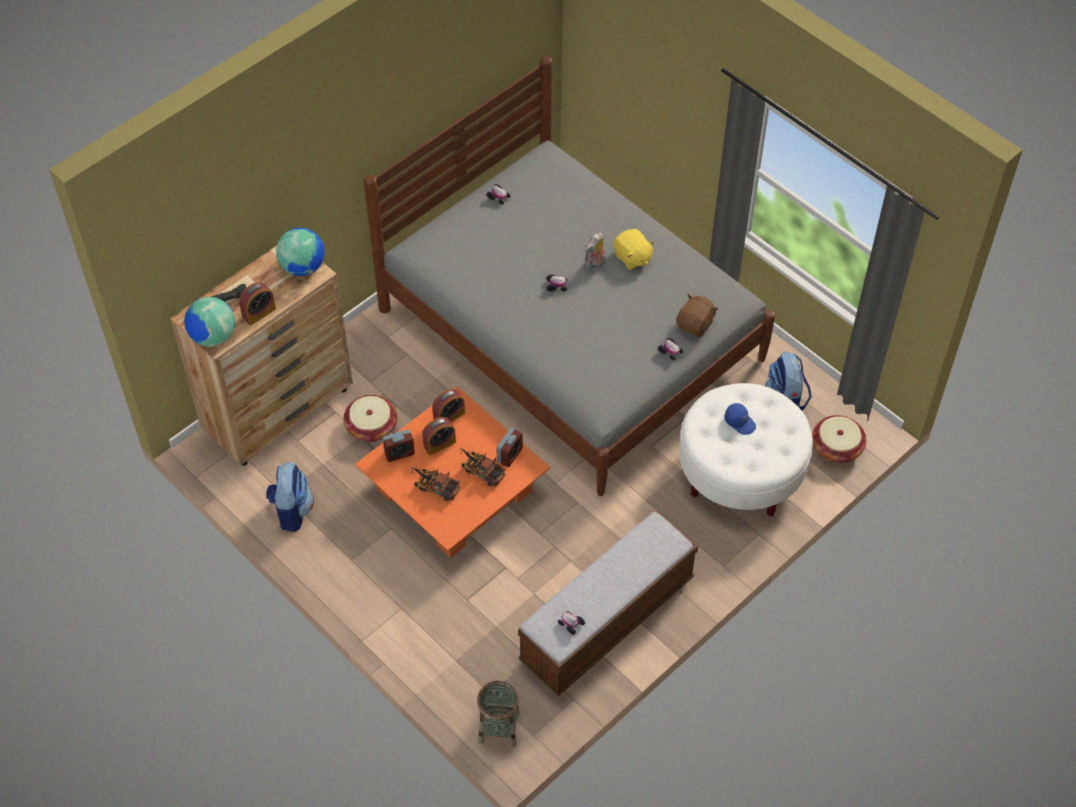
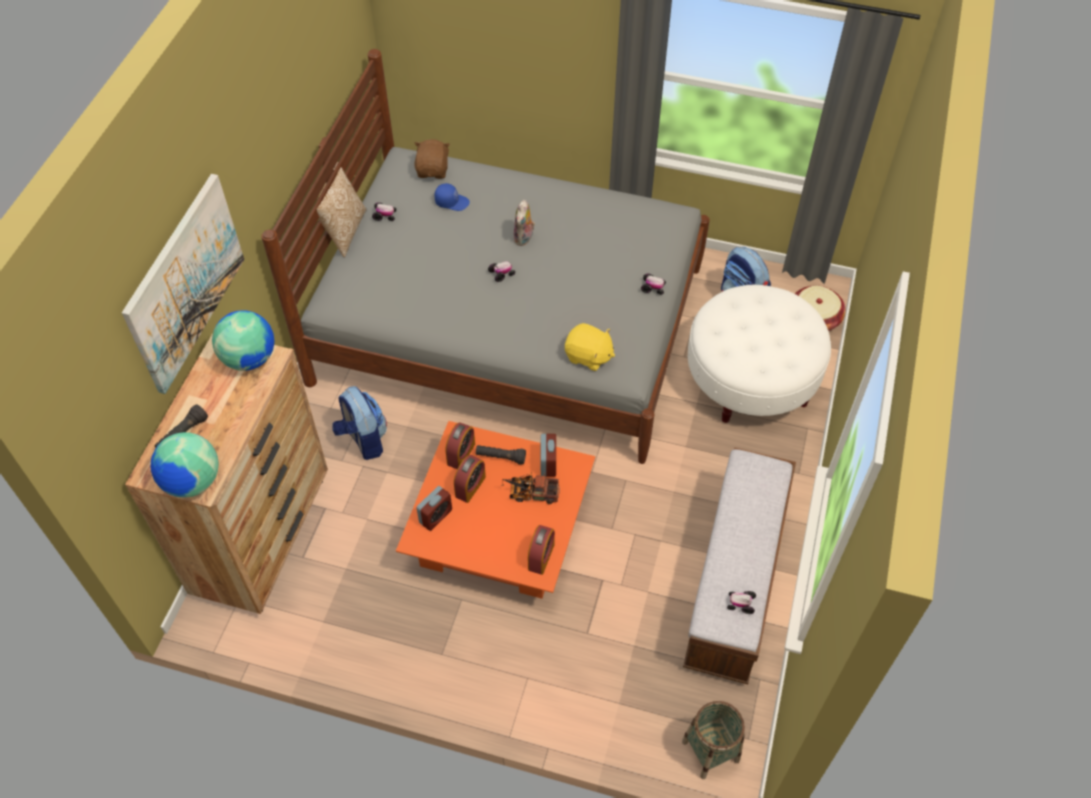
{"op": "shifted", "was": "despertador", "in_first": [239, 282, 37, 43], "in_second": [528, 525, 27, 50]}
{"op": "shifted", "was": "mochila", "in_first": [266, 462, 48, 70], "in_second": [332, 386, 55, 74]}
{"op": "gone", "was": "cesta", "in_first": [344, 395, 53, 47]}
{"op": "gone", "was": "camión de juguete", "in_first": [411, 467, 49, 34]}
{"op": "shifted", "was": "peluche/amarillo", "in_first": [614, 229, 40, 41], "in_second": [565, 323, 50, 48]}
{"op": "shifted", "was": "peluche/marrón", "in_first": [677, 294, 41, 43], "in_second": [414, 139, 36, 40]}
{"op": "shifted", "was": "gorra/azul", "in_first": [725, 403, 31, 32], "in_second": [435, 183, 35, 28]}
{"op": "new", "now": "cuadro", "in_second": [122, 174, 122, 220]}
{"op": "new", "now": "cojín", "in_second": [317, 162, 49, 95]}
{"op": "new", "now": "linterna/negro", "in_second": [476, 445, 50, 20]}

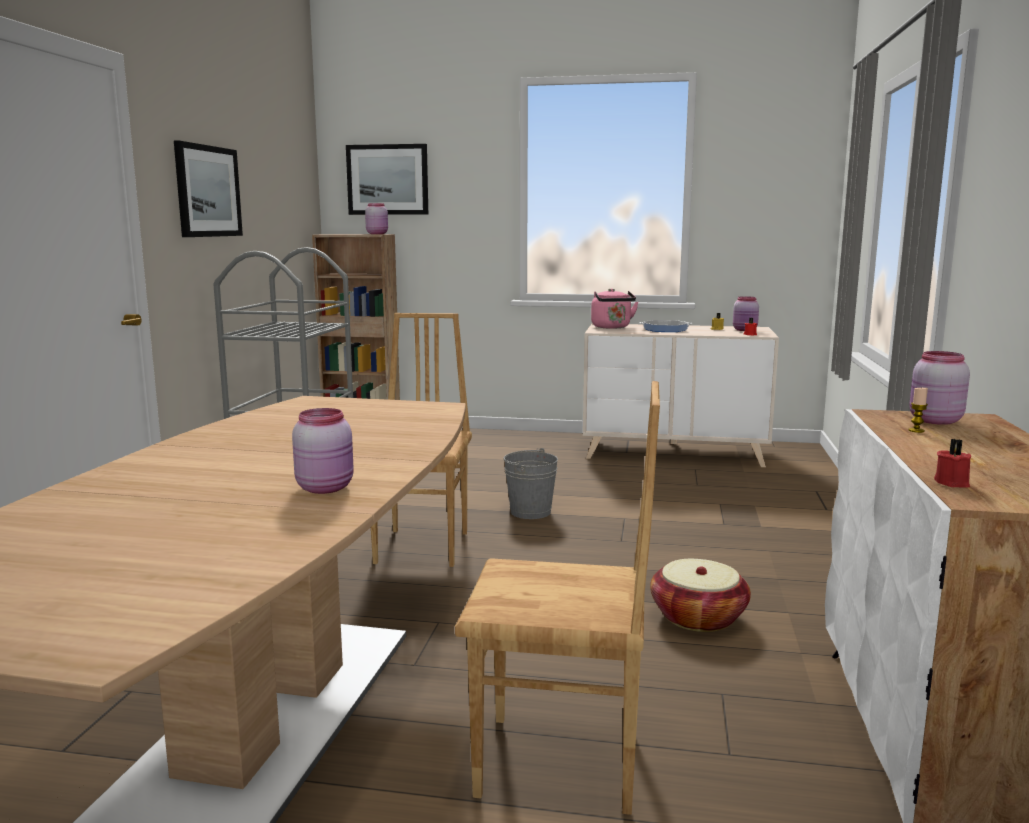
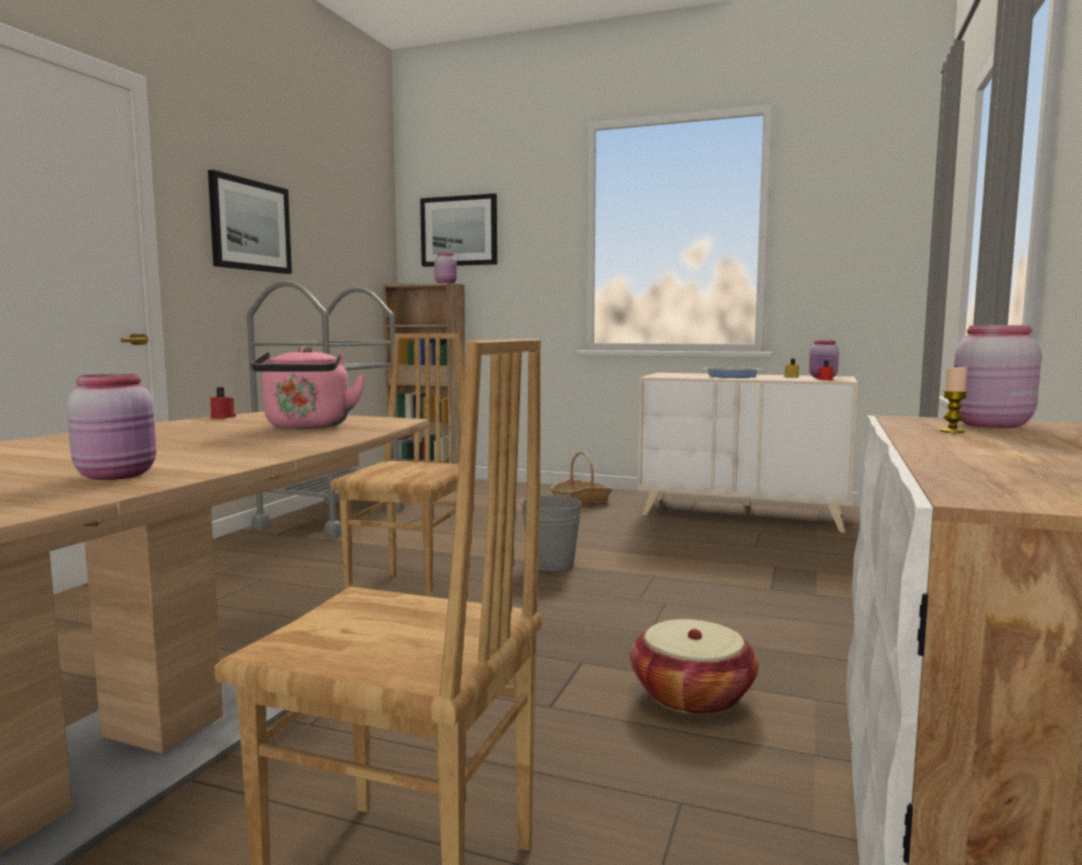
{"op": "shifted", "was": "hervidor/rosa", "in_first": [591, 288, 47, 41], "in_second": [251, 346, 115, 83]}
{"op": "shifted", "was": "vela/rojo", "in_first": [934, 439, 37, 48], "in_second": [210, 387, 26, 32]}
{"op": "new", "now": "cesta", "in_second": [550, 452, 63, 53]}

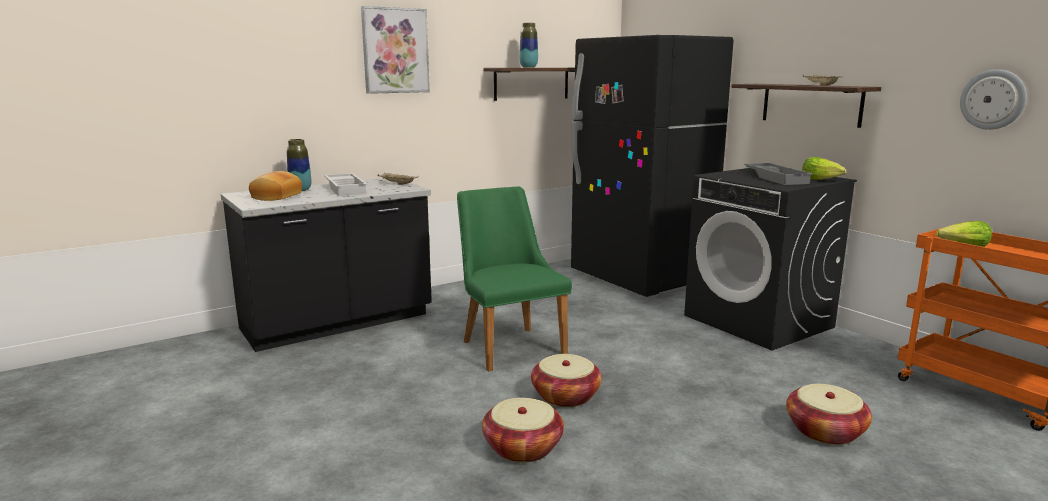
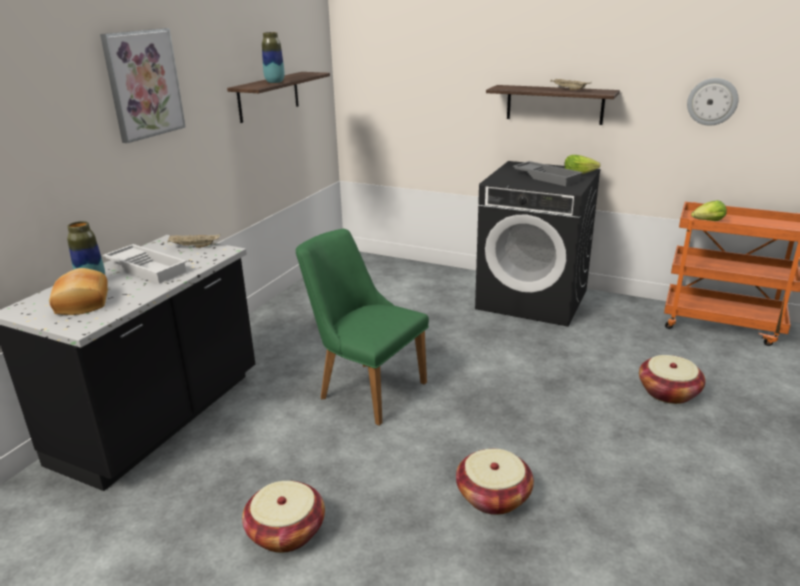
{"op": "shifted", "was": "cesta", "in_first": [531, 354, 71, 53], "in_second": [242, 481, 83, 72]}
{"op": "gone", "was": "nevera/negro", "in_first": [571, 35, 163, 262]}

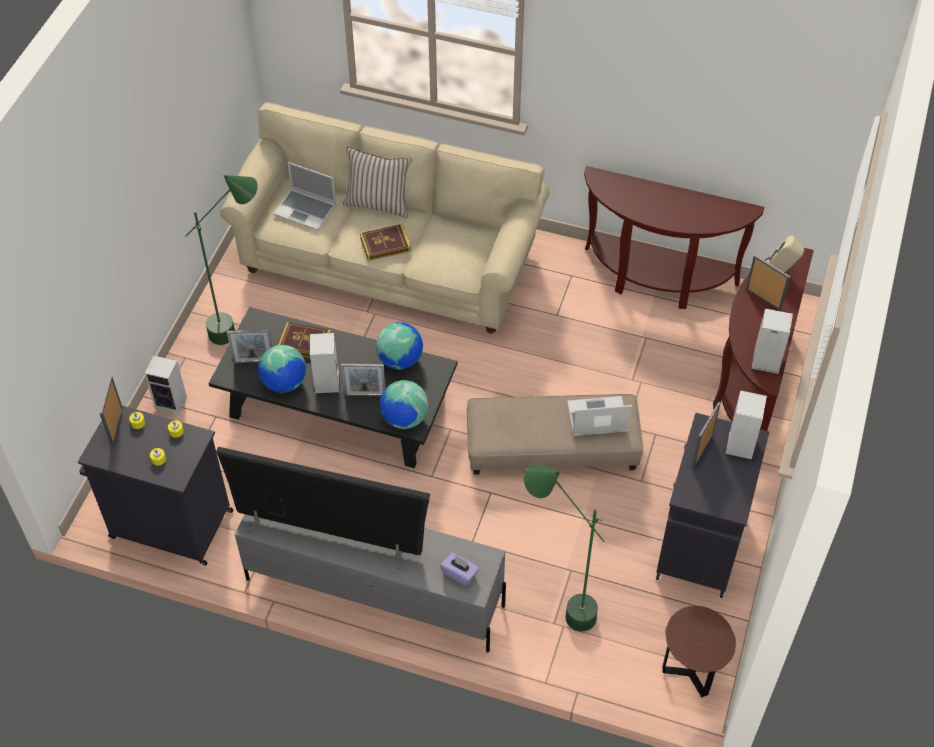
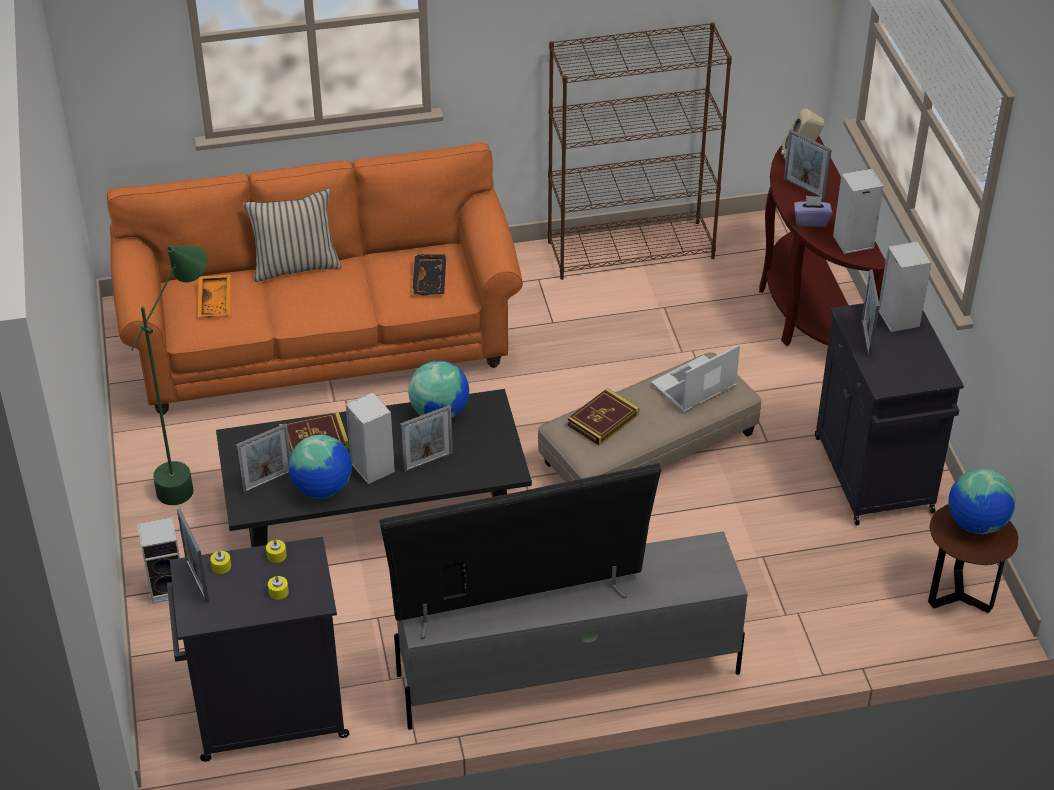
{"op": "repainted", "was": "sofá/beis", "now": "sofá/naranja", "in_first": [220, 102, 330, 232], "in_second": [107, 143, 416, 272]}
{"op": "swapped", "was": "portátil", "now": "bandeja/naranja", "in_first": [273, 162, 64, 69], "in_second": [198, 274, 33, 44]}
{"op": "shifted", "was": "libro", "in_first": [360, 224, 51, 37], "in_second": [568, 388, 71, 58]}
{"op": "shifted", "was": "globo terráqueo", "in_first": [380, 380, 48, 49], "in_second": [948, 469, 68, 65]}
{"op": "shifted", "was": "caja de pañuelos/morado", "in_first": [440, 553, 39, 33], "in_second": [794, 196, 39, 31]}
{"op": "gone", "was": "lámpara de pie/verde", "in_first": [524, 464, 81, 168]}
{"op": "swapped", "was": "mesa consola/marrón", "now": "estantería/marrón", "in_first": [584, 166, 181, 143], "in_second": [547, 22, 185, 258]}
{"op": "rotated", "was": "portarretratos", "in_first": [746, 255, 45, 56], "in_second": [784, 129, 48, 71], "clockwise": -150}
{"op": "new", "now": "bandeja/negro", "in_second": [412, 254, 35, 41]}

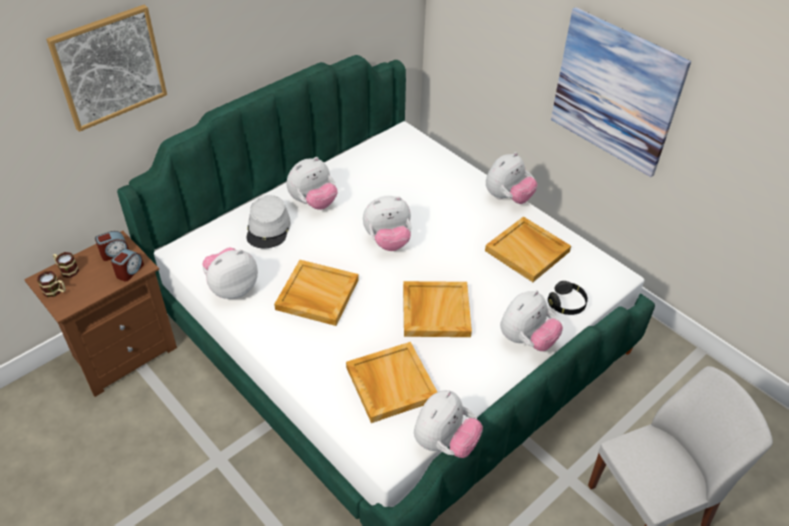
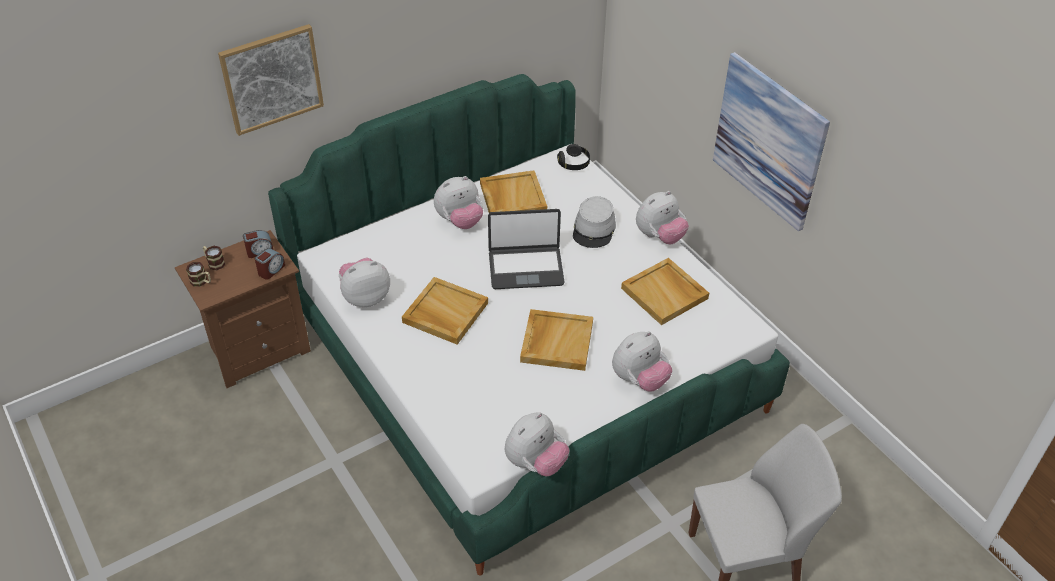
{"op": "shifted", "was": "sombrero/gris", "in_first": [247, 195, 44, 54], "in_second": [573, 196, 43, 52]}
{"op": "shifted", "was": "bandeja/beis", "in_first": [346, 342, 91, 81], "in_second": [480, 170, 67, 43]}
{"op": "swapped", "was": "peluche", "now": "portátil", "in_first": [363, 196, 48, 55], "in_second": [488, 209, 76, 80]}
{"op": "shifted", "was": "auriculares/negro", "in_first": [548, 281, 40, 34], "in_second": [557, 144, 33, 26]}

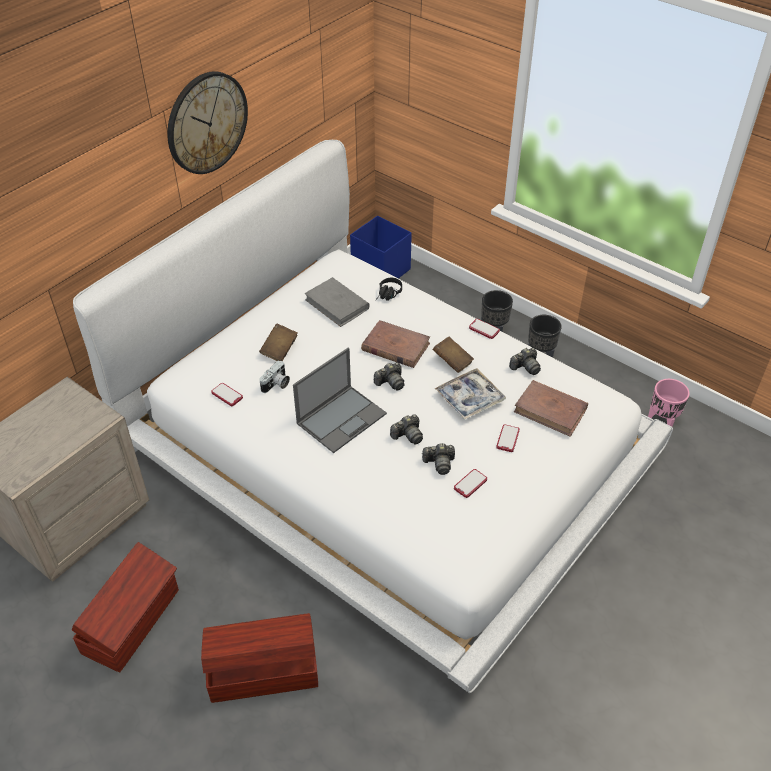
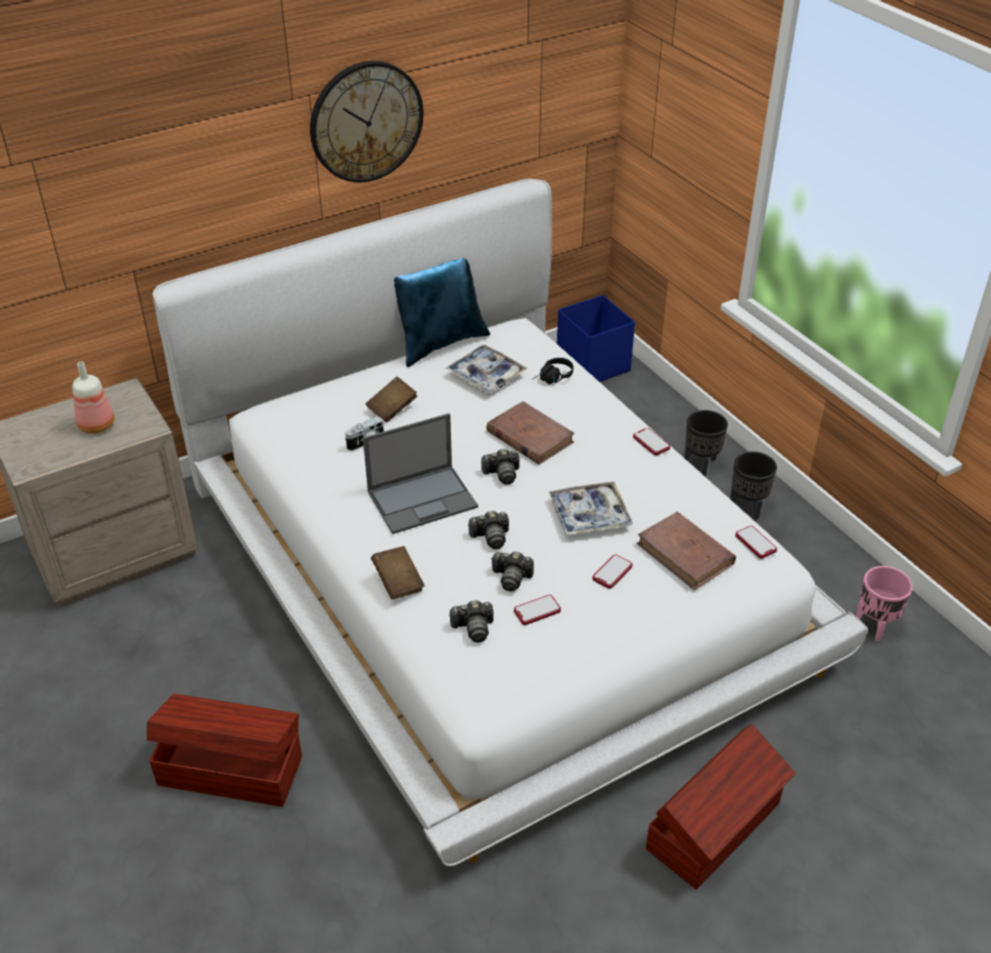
{"op": "shifted", "was": "caja de almacenaje/marrón", "in_first": [72, 542, 107, 131], "in_second": [646, 724, 150, 166]}
{"op": "shifted", "was": "móvil", "in_first": [211, 383, 32, 23], "in_second": [735, 526, 42, 33]}
{"op": "swapped", "was": "libro/gris", "now": "bandeja", "in_first": [304, 277, 66, 50], "in_second": [445, 345, 83, 48]}
{"op": "shifted", "was": "libro/marrón", "in_first": [433, 337, 41, 36], "in_second": [371, 546, 54, 53]}
{"op": "shifted", "was": "cámara", "in_first": [509, 348, 32, 27], "in_second": [449, 600, 45, 43]}
{"op": "new", "now": "botella", "in_second": [72, 362, 43, 72]}
{"op": "new", "now": "cojín/azul", "in_second": [394, 258, 96, 109]}

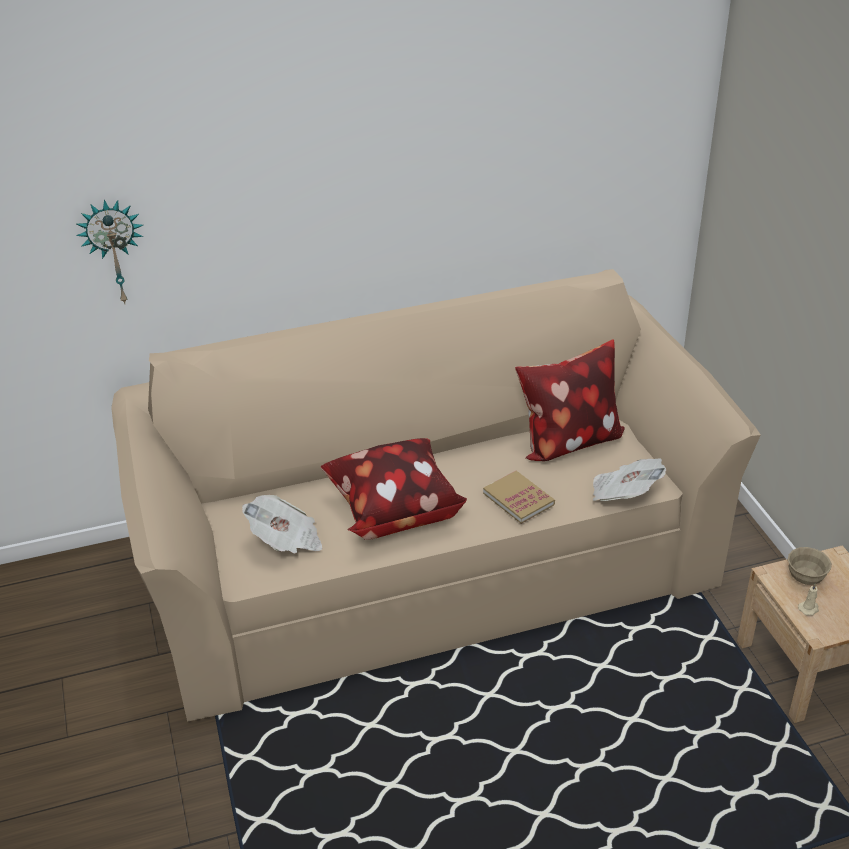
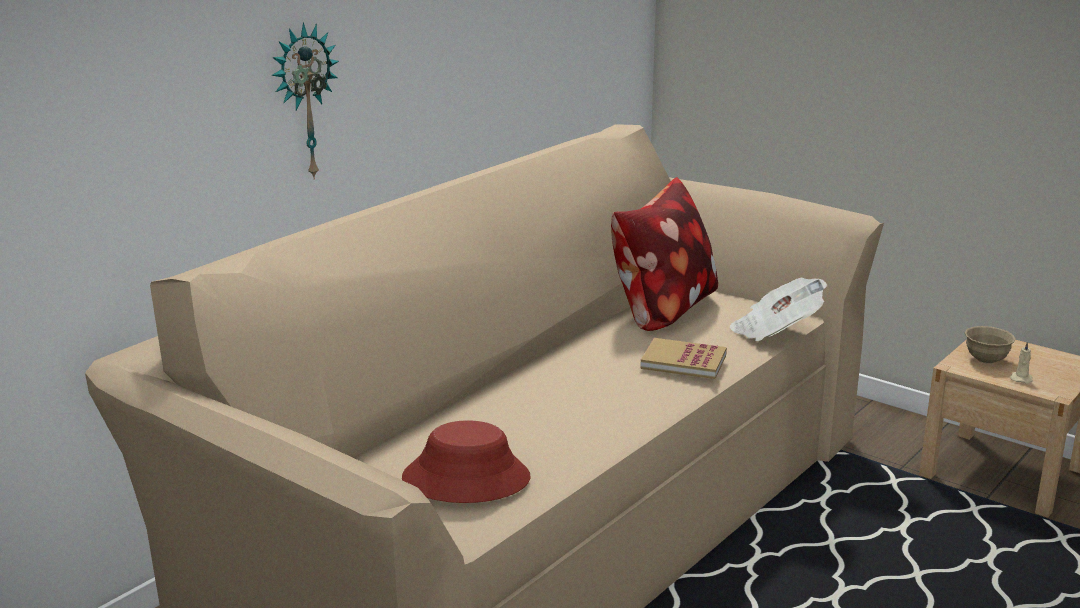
{"op": "shifted", "was": "reloj de pared", "in_first": [76, 200, 67, 104], "in_second": [272, 23, 67, 157]}
{"op": "swapped", "was": "periódico", "now": "sombrero/rojo", "in_first": [242, 495, 81, 58], "in_second": [402, 420, 129, 83]}
{"op": "gone", "was": "cojín", "in_first": [321, 438, 146, 102]}

